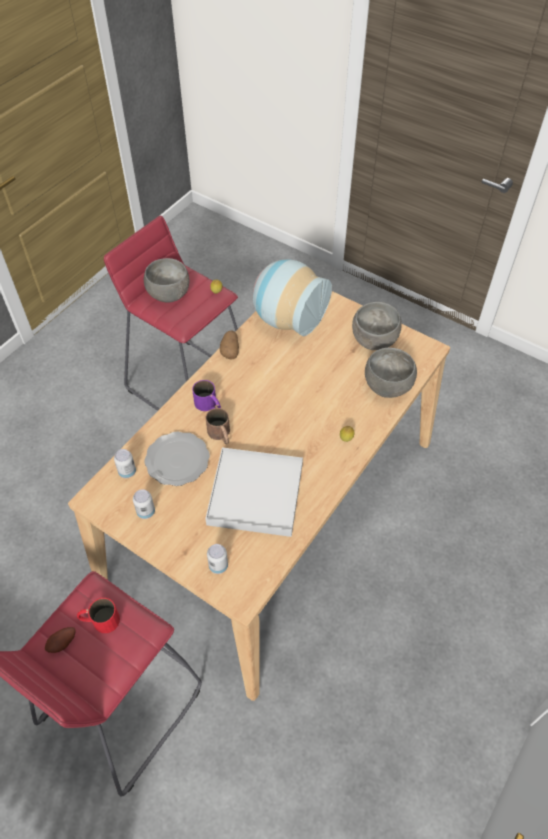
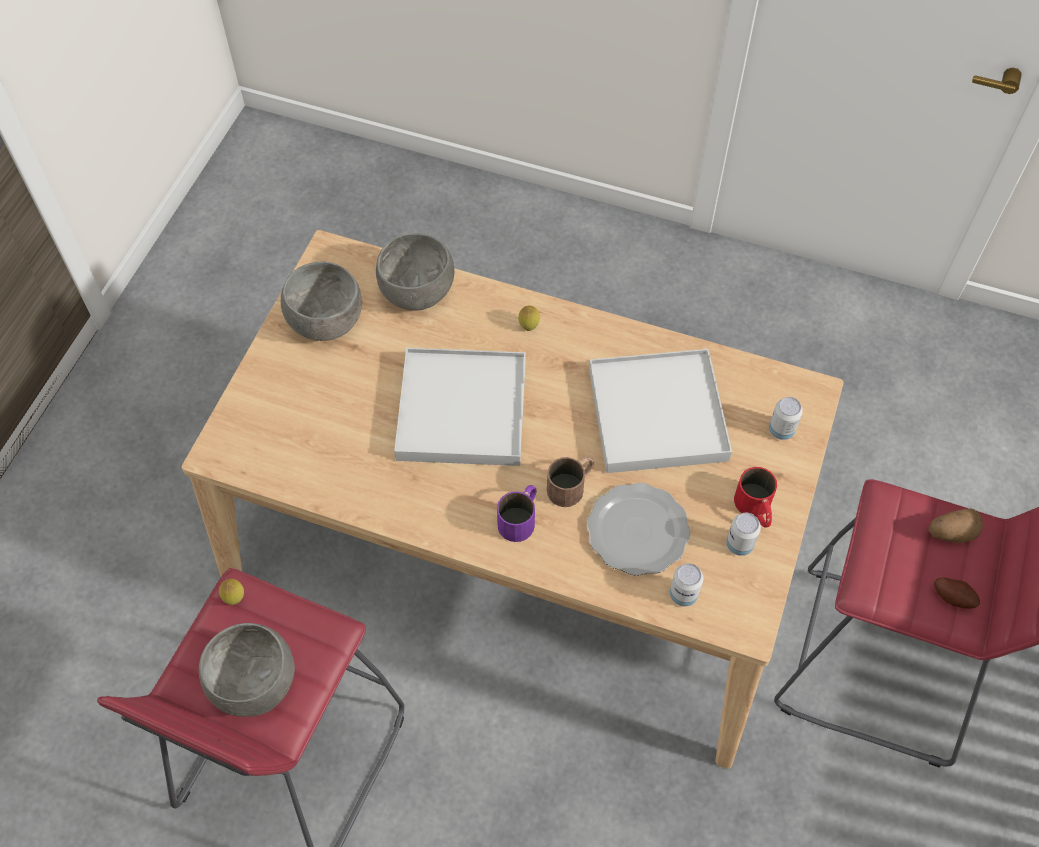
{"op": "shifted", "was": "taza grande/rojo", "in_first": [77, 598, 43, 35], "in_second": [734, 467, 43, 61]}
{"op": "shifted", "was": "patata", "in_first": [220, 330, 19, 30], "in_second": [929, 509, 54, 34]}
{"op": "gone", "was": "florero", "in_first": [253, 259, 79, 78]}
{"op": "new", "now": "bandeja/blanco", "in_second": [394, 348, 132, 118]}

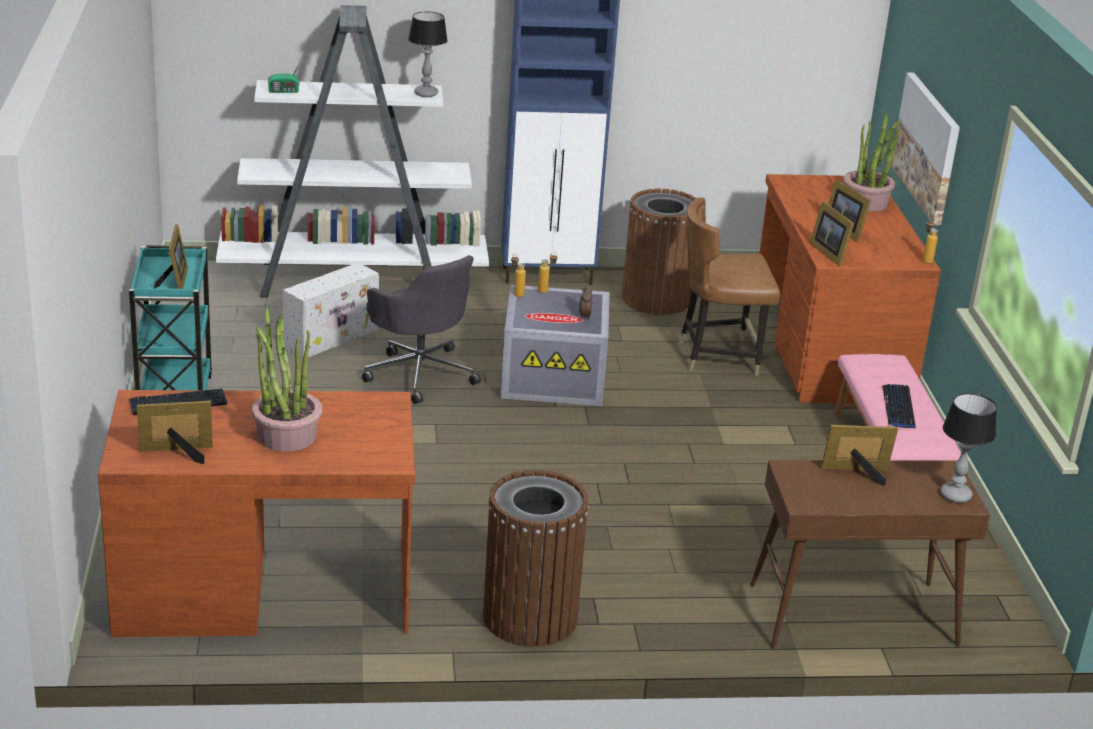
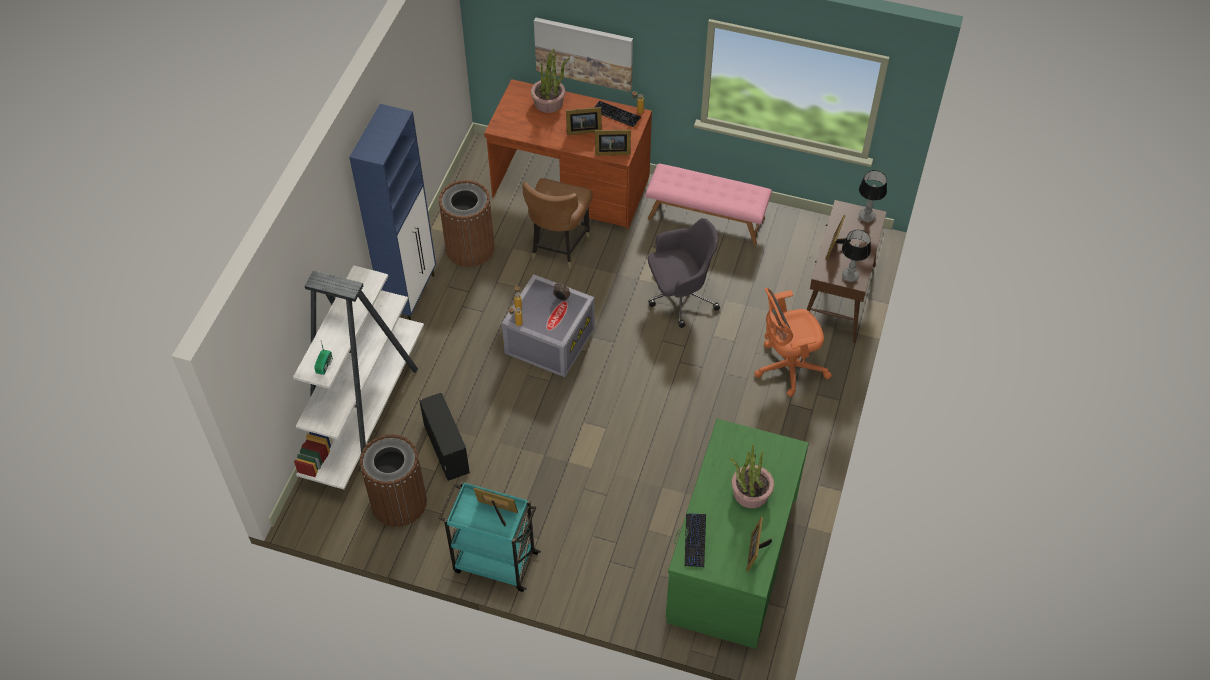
{"op": "repainted", "was": "escritorio/marrón", "now": "escritorio/verde", "in_first": [98, 390, 317, 247], "in_second": [666, 419, 143, 230]}
{"op": "repainted", "was": "caja de almacenaje/blanco", "now": "caja de almacenaje/negro", "in_first": [282, 263, 97, 96], "in_second": [419, 393, 51, 88]}
{"op": "shifted", "was": "silla de oficina/gris", "in_first": [362, 255, 119, 149], "in_second": [648, 218, 72, 110]}
{"op": "shifted", "was": "lámpara de mesa", "in_first": [408, 12, 40, 85], "in_second": [842, 230, 29, 52]}
{"op": "shifted", "was": "papelera/marrón", "in_first": [483, 470, 106, 177], "in_second": [360, 434, 67, 93]}
{"op": "shifted", "was": "teclado", "in_first": [882, 384, 34, 45], "in_second": [594, 101, 47, 26]}
{"op": "new", "now": "silla de oficina/naranja", "in_second": [754, 288, 78, 109]}

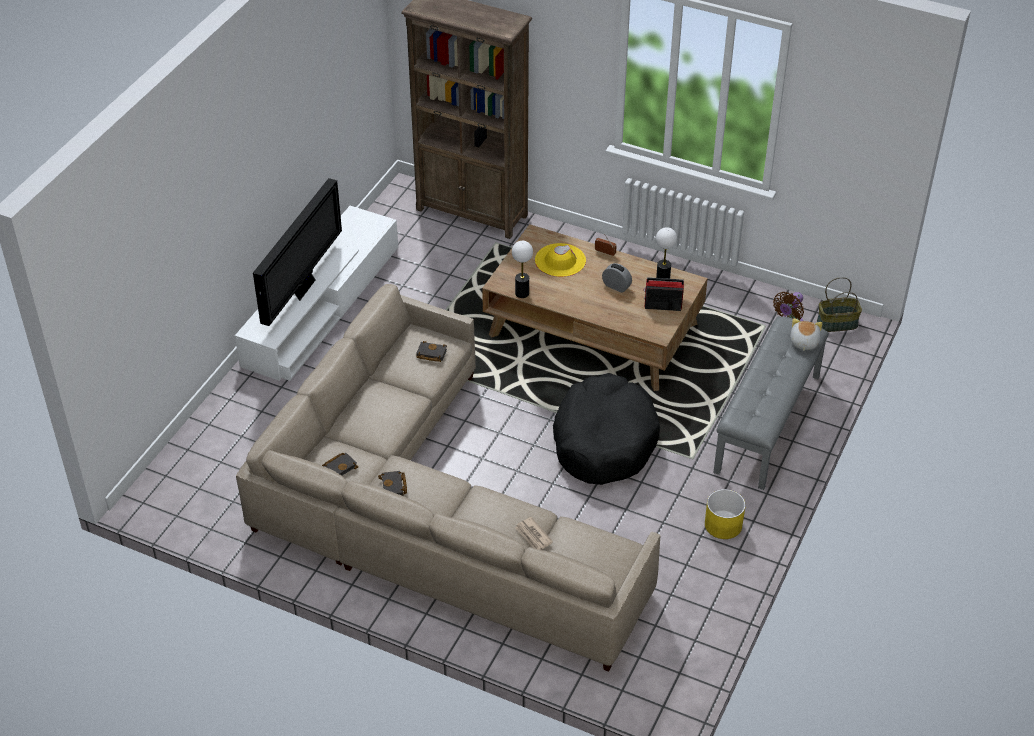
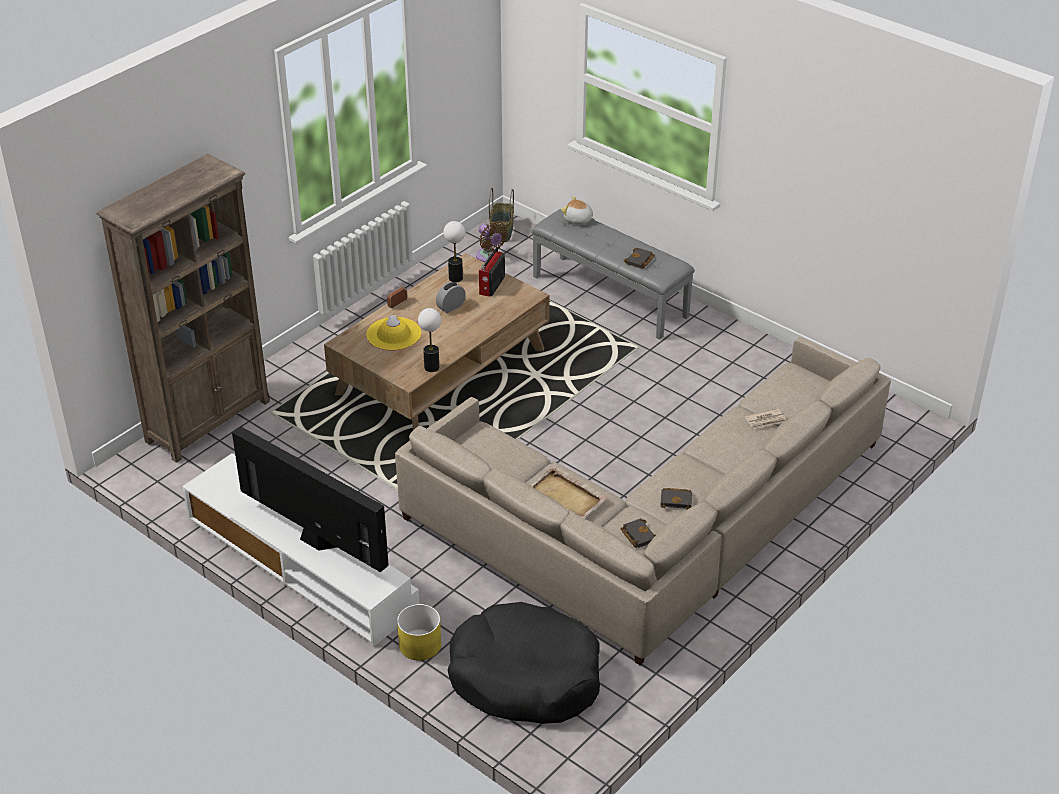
{"op": "shifted", "was": "libro/negro", "in_first": [416, 341, 31, 21], "in_second": [624, 248, 31, 21]}
{"op": "shifted", "was": "cama para perro/negro", "in_first": [553, 373, 107, 112], "in_second": [447, 602, 153, 122]}
{"op": "shifted", "was": "maceta/amarillo", "in_first": [705, 489, 41, 50], "in_second": [397, 604, 44, 57]}
{"op": "new", "now": "bandeja/beis", "in_second": [530, 466, 78, 52]}

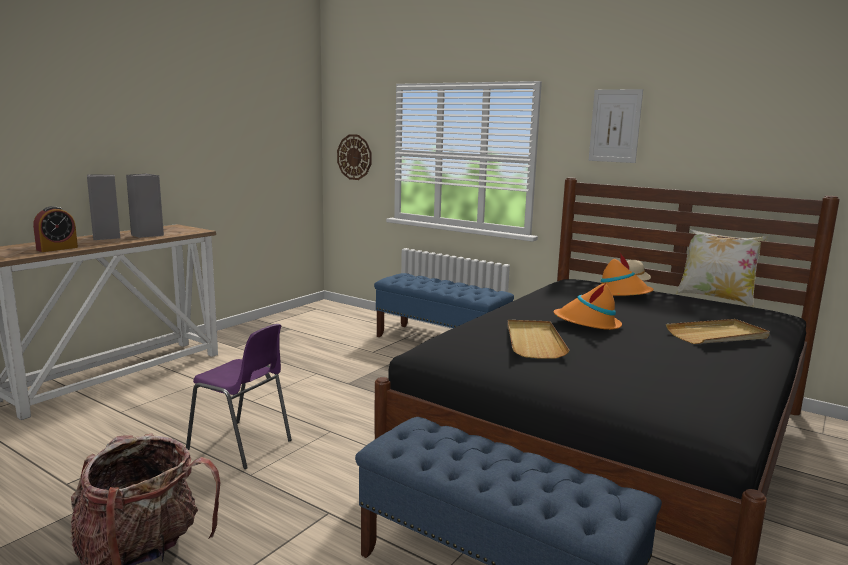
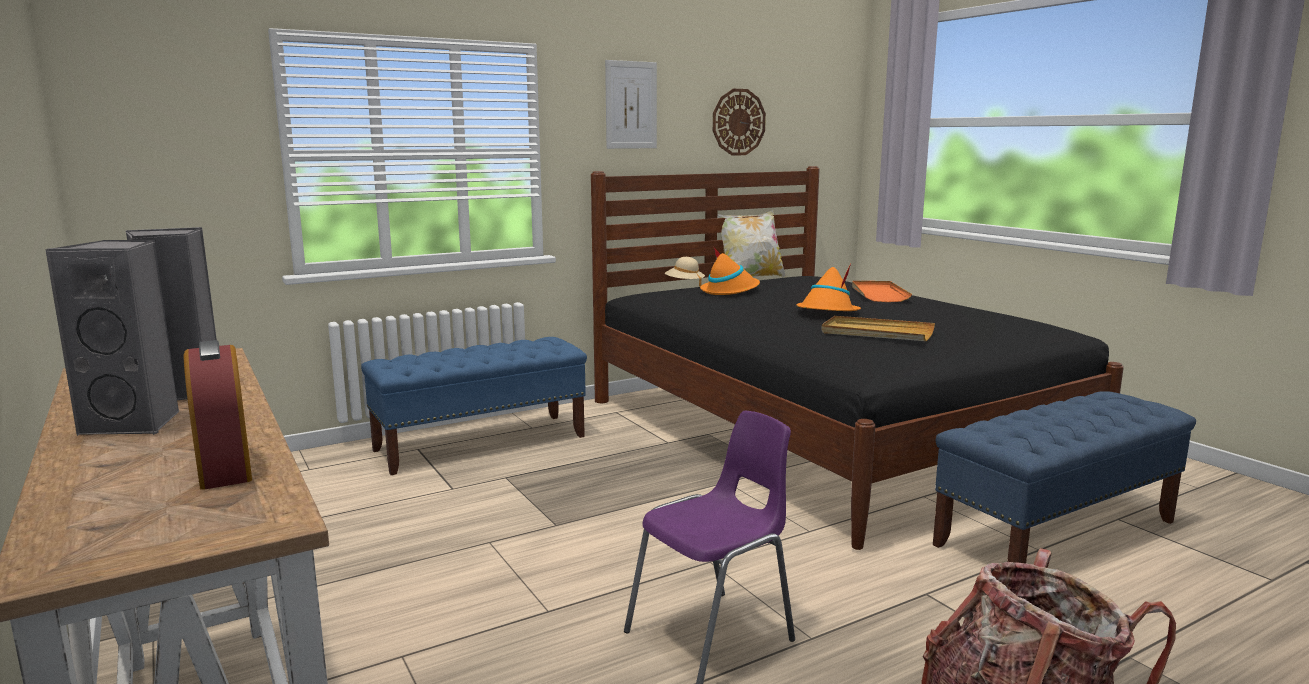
{"op": "shifted", "was": "reloj de pared", "in_first": [337, 134, 34, 46], "in_second": [713, 89, 53, 67]}
{"op": "repainted", "was": "bandeja/beis", "now": "bandeja/naranja", "in_first": [666, 319, 104, 25], "in_second": [852, 281, 60, 21]}

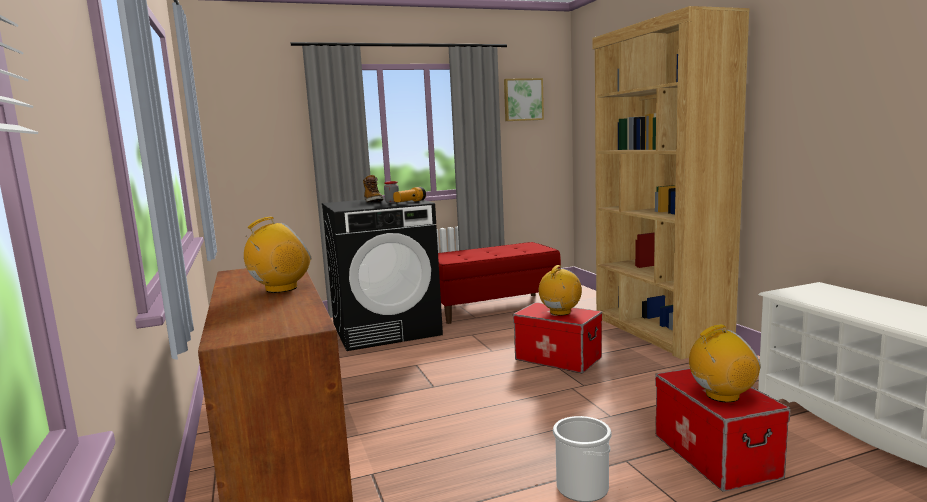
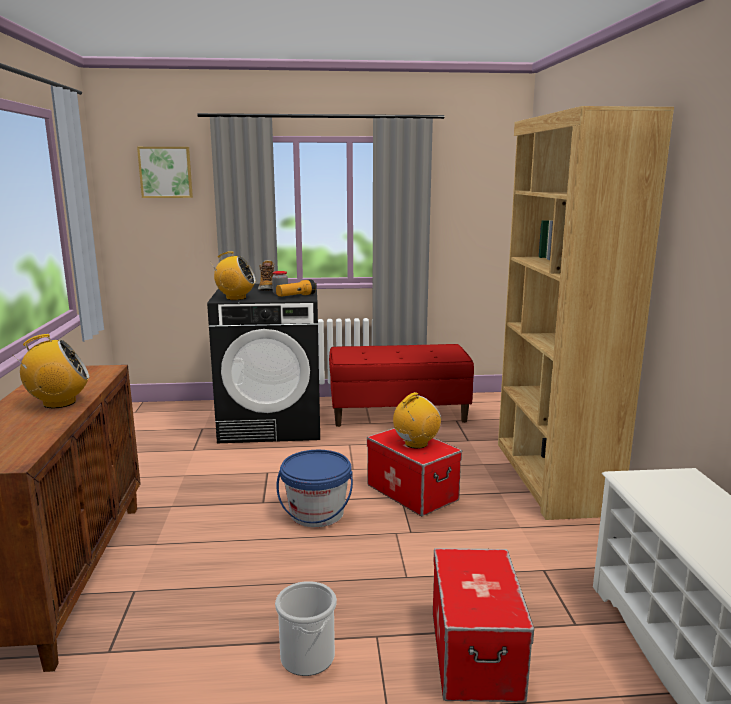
{"op": "shifted", "was": "cuadro", "in_first": [504, 78, 40, 43], "in_second": [137, 147, 56, 51]}
{"op": "shifted", "was": "radio", "in_first": [689, 324, 72, 79], "in_second": [210, 251, 46, 49]}
{"op": "new", "now": "cubo/azul", "in_second": [276, 450, 77, 77]}

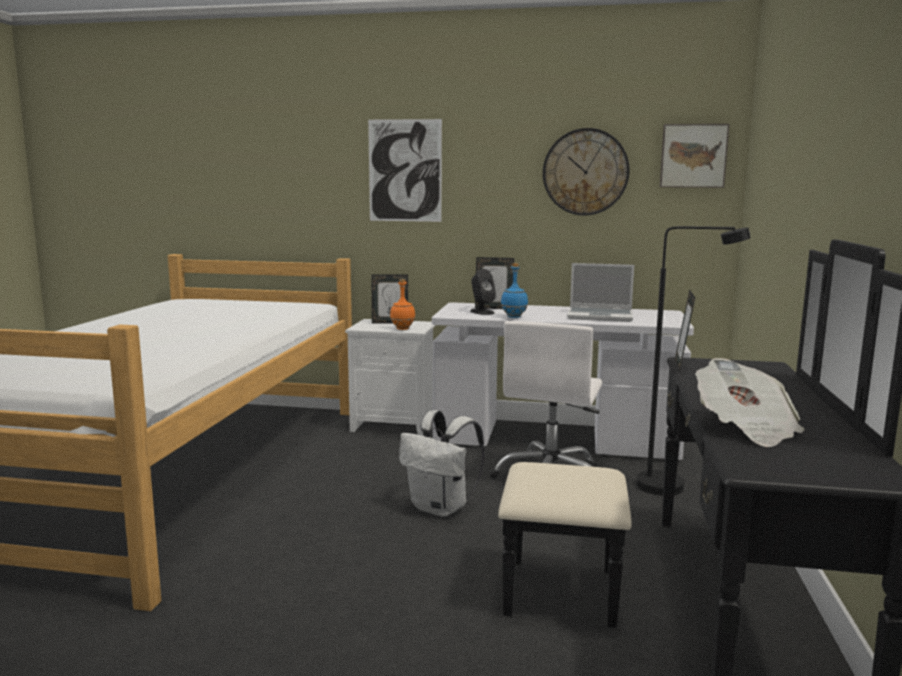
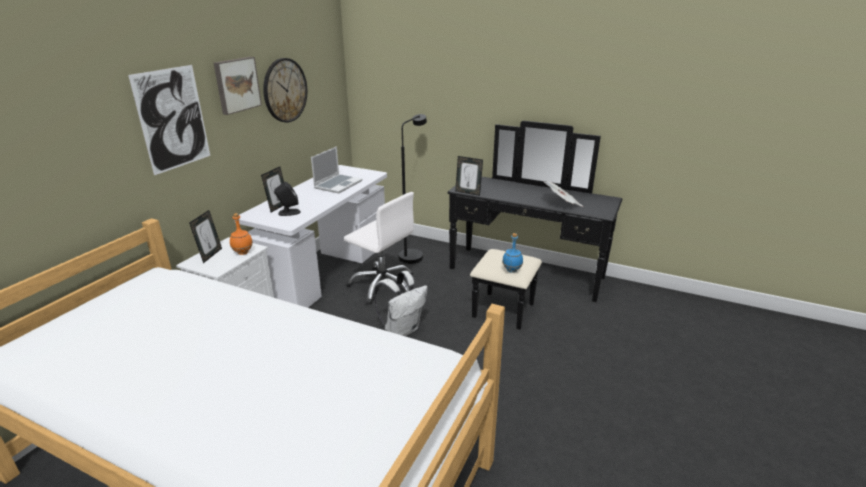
{"op": "shifted", "was": "botella/azul", "in_first": [501, 263, 27, 55], "in_second": [502, 233, 21, 40]}
{"op": "shifted", "was": "cuadro", "in_first": [660, 124, 69, 64], "in_second": [214, 57, 48, 58]}

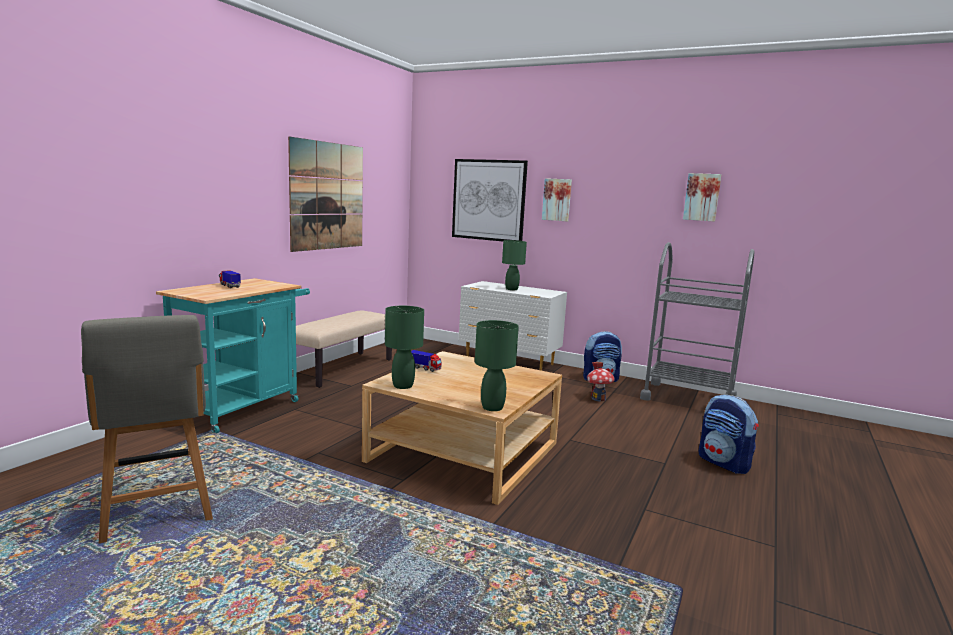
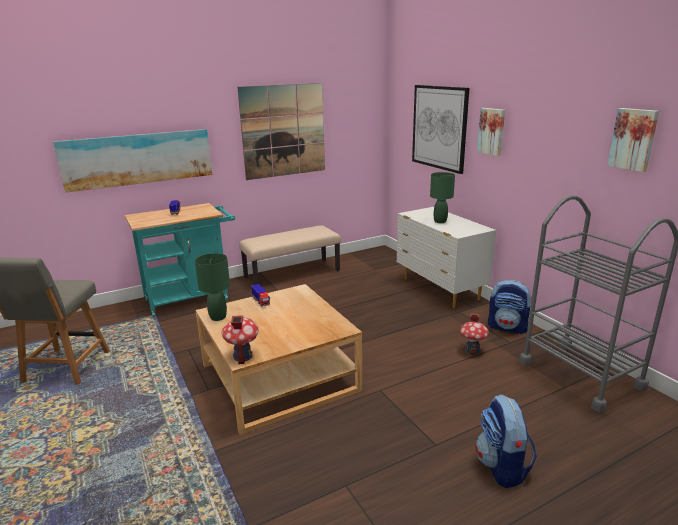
{"op": "swapped", "was": "lámpara de mesa/verde", "now": "casita", "in_first": [475, 320, 44, 91], "in_second": [222, 315, 36, 49]}
{"op": "new", "now": "cuadro", "in_second": [53, 129, 159, 64]}

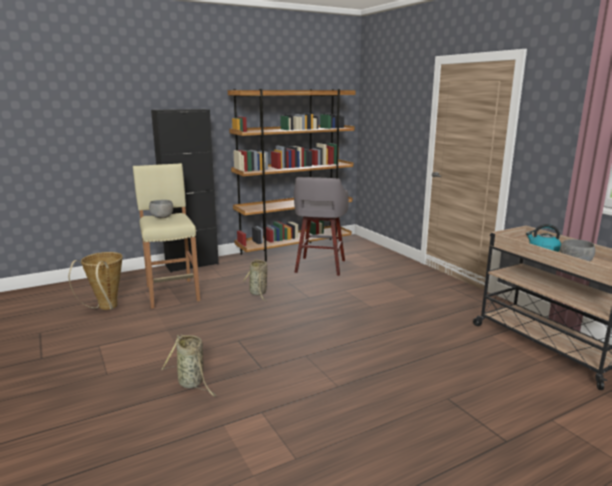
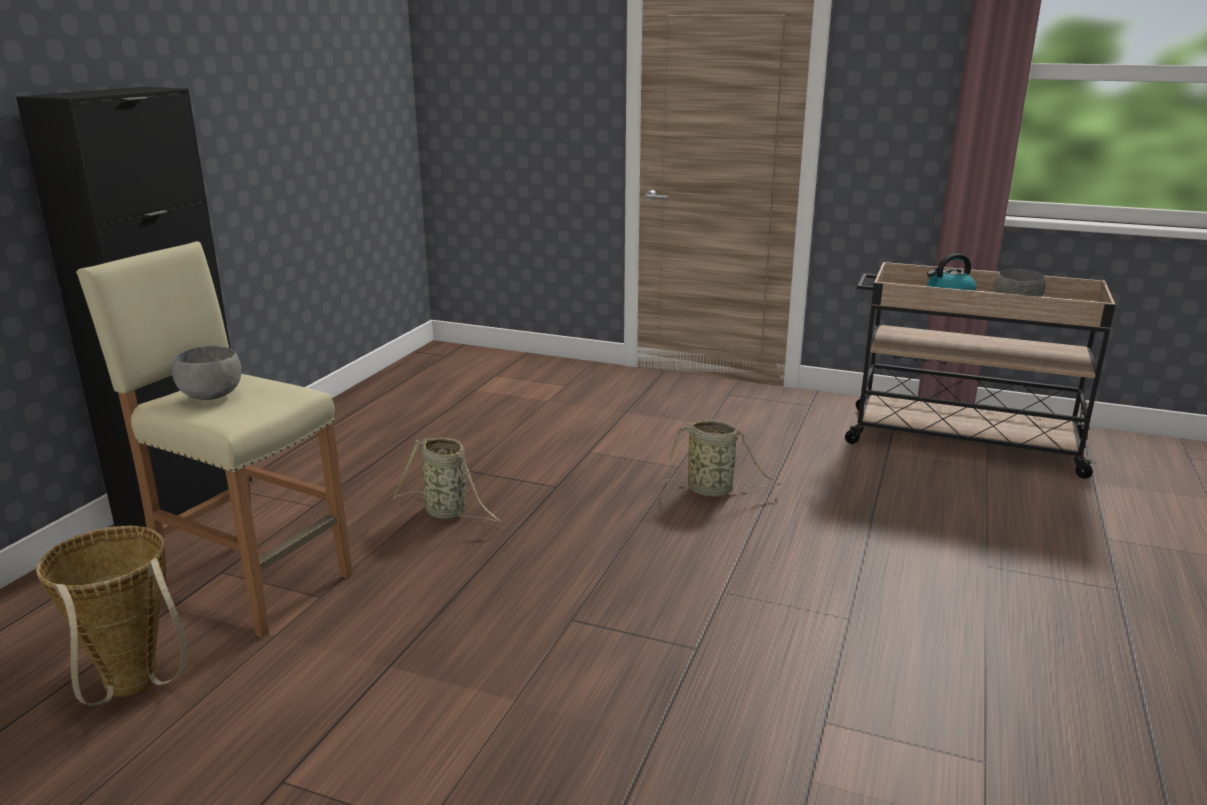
{"op": "shifted", "was": "cesta", "in_first": [161, 334, 55, 63], "in_second": [662, 420, 120, 77]}
{"op": "gone", "was": "estantería/marrón", "in_first": [228, 89, 128, 173]}
{"op": "gone", "was": "taburete/gris", "in_first": [294, 177, 55, 99]}

